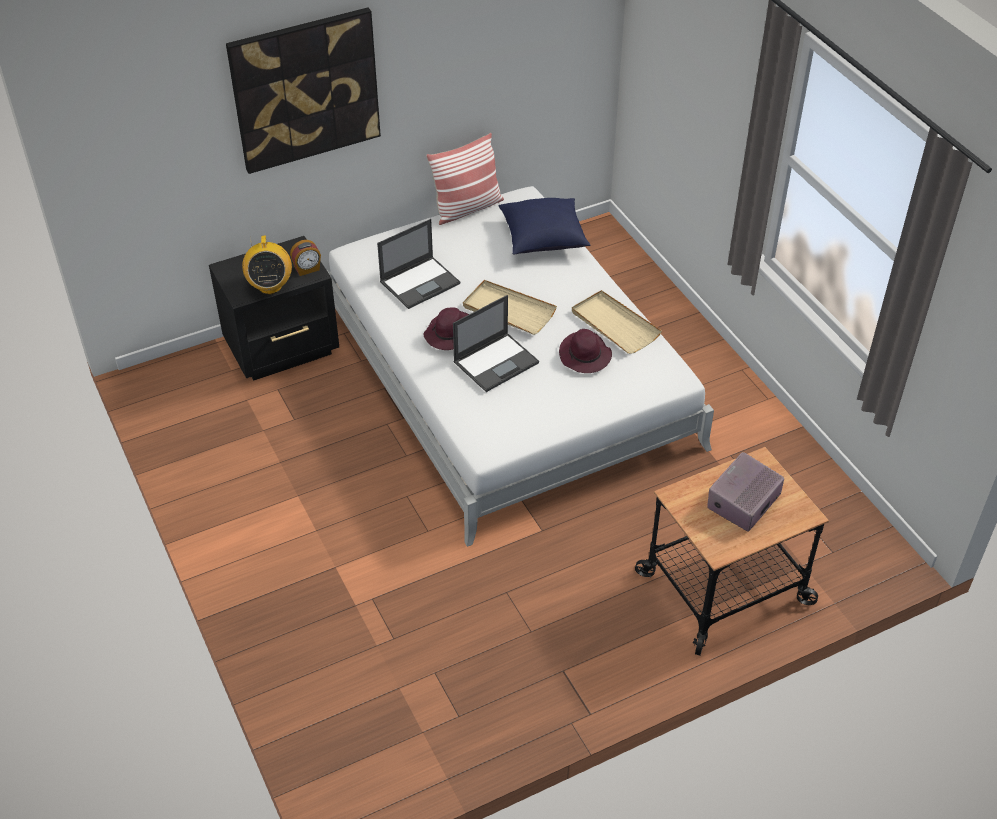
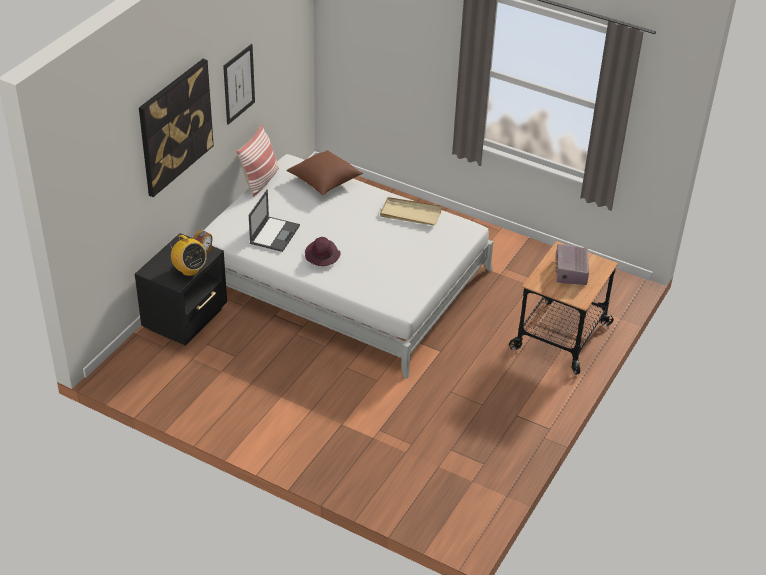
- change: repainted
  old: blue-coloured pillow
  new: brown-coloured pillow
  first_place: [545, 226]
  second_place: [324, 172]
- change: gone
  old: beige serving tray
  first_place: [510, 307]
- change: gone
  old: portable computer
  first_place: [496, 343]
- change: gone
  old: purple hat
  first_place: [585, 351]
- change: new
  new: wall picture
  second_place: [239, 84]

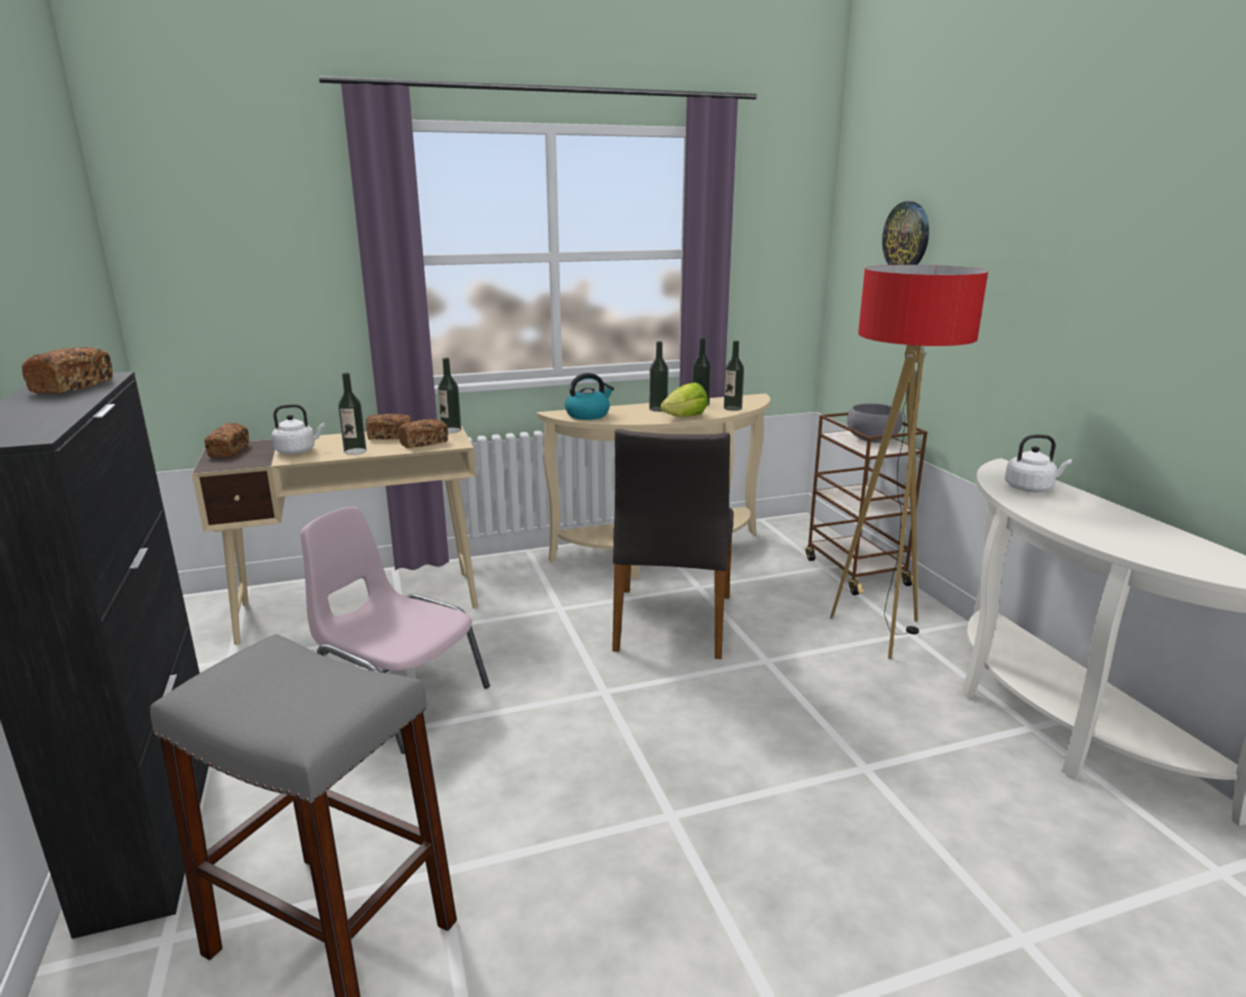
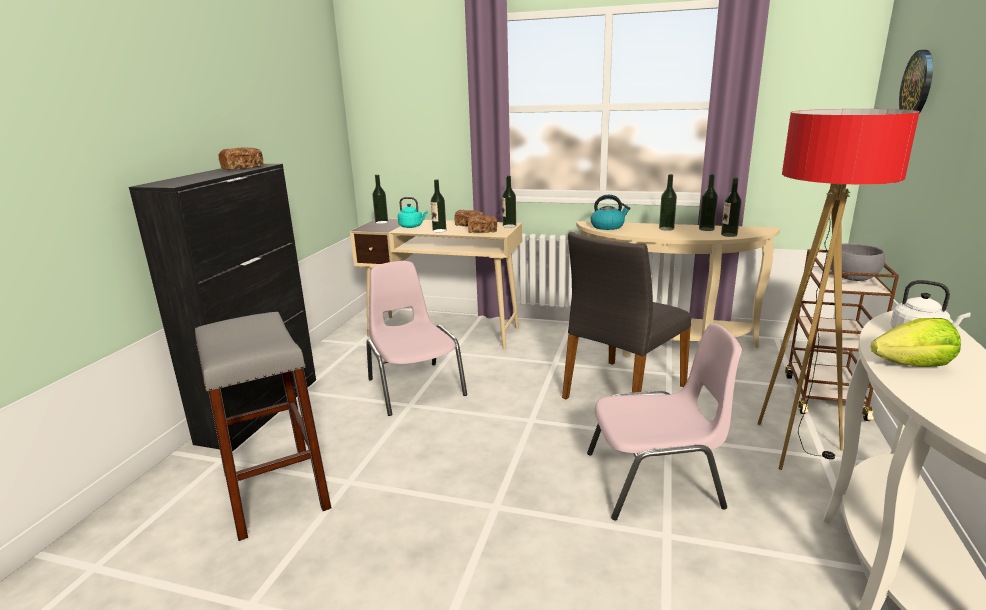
- change: shifted
  old: head of lettuce
  first_place: [684, 400]
  second_place: [916, 342]
- change: repainted
  old: white-coloured kettle
  new: turquoise kettle
  first_place: [298, 429]
  second_place: [413, 212]
- change: swapped
  old: bread
  new: bottle
  first_place: [226, 440]
  second_place: [380, 199]
- change: new
  new: pink chair
  second_place: [664, 422]

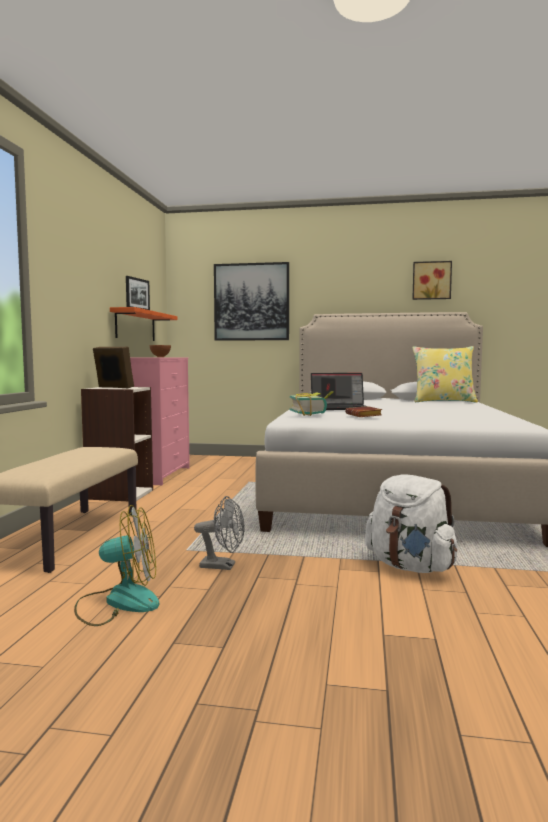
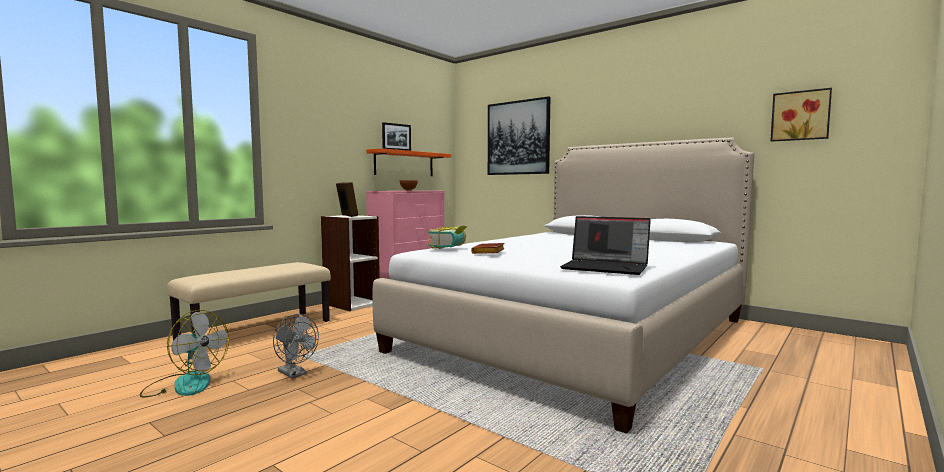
- change: shifted
  old: wall picture
  first_place: [432, 280]
  second_place: [801, 115]
- change: gone
  old: yellowish pillow
  first_place: [445, 374]
- change: shifted
  old: portable computer
  first_place: [338, 391]
  second_place: [605, 245]
- change: gone
  old: white-coloured backpack
  first_place: [411, 523]

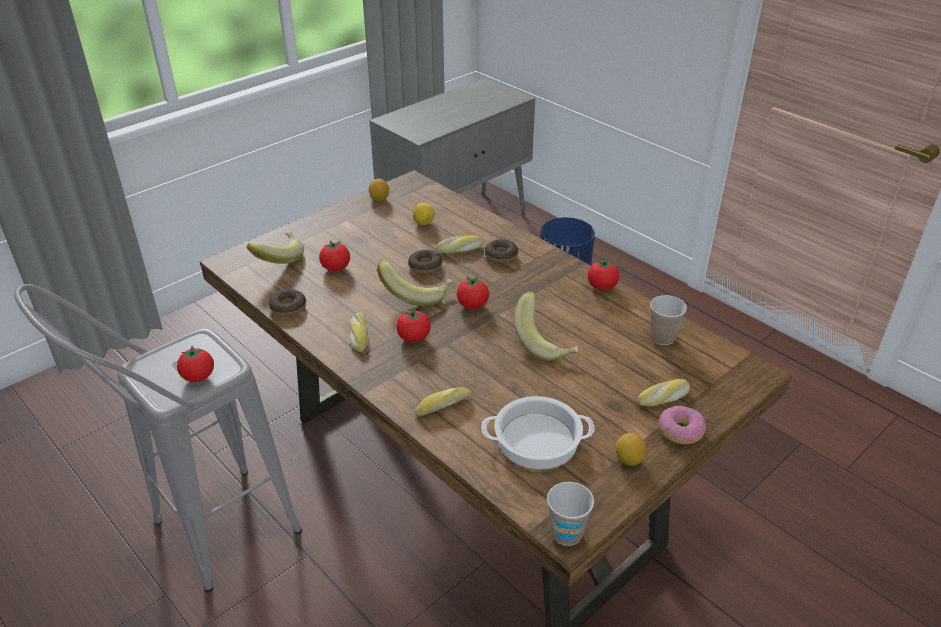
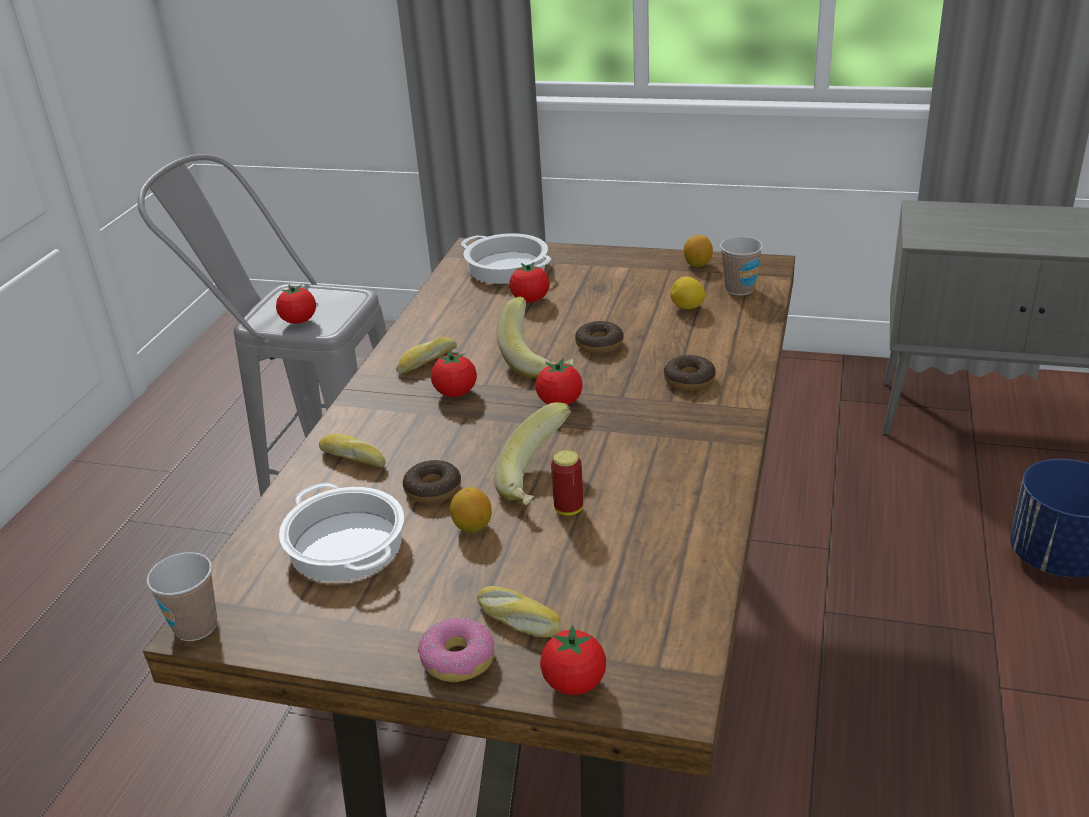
- change: swapped
  old: banana
  new: cooking pot
  first_place: [275, 248]
  second_place: [506, 258]
- change: gone
  old: bread
  first_place: [459, 244]
- change: shifted
  old: fresh tomato
  first_place: [604, 274]
  second_place: [573, 660]
- change: shifted
  old: donut
  first_place: [287, 303]
  second_place: [432, 482]
- change: shifted
  old: cup
  first_place: [668, 320]
  second_place: [741, 266]
- change: shifted
  old: whole lemon
  first_place: [631, 449]
  second_place: [471, 510]
- change: new
  new: metal can
  second_place: [567, 483]

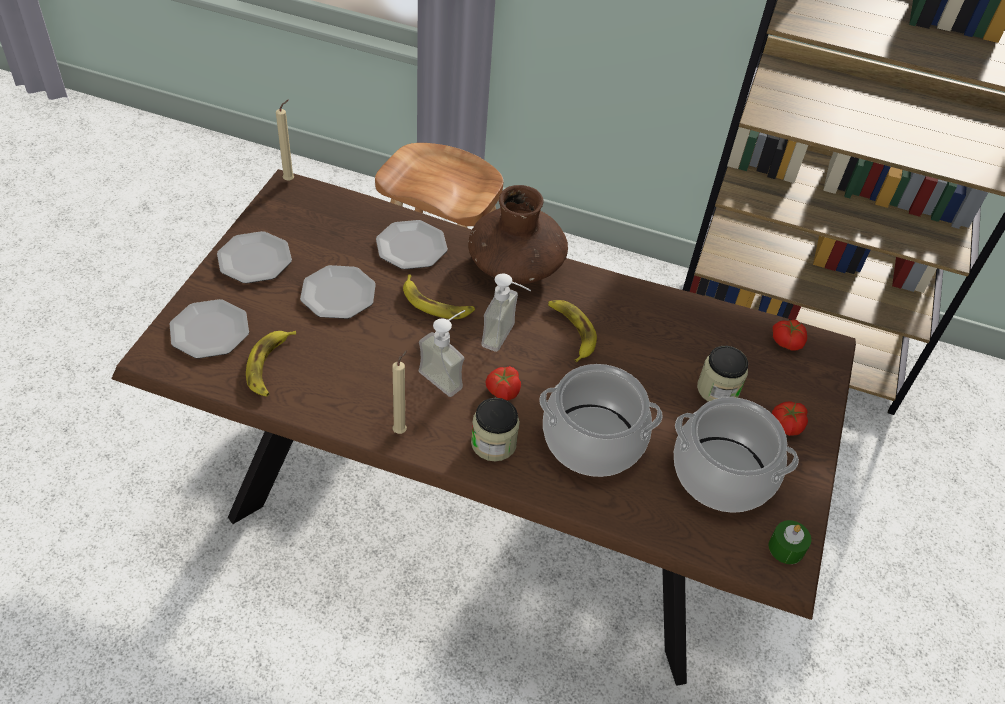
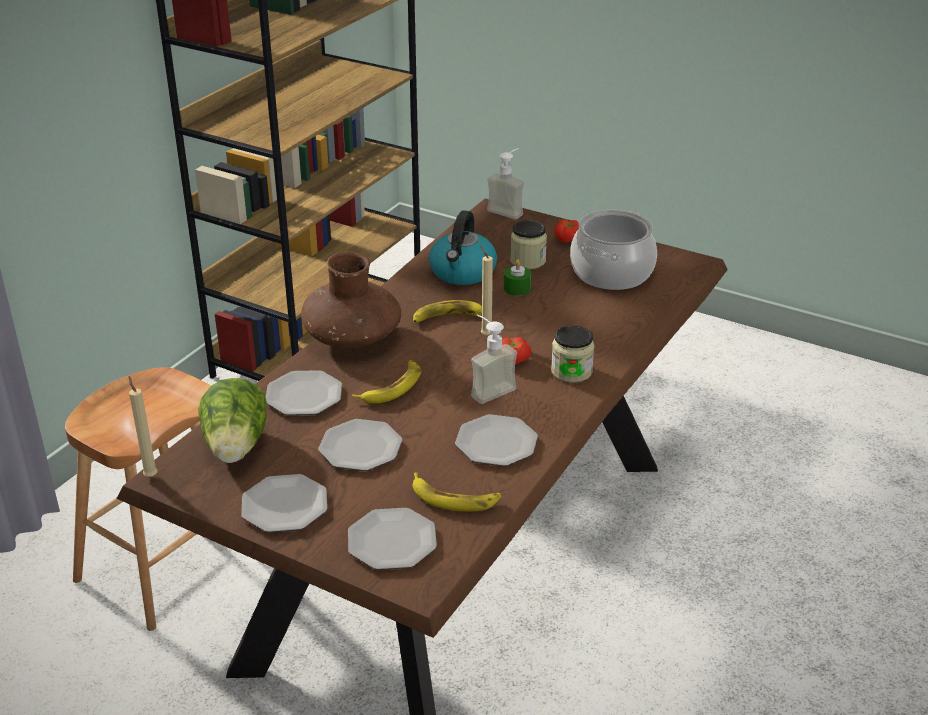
- change: shifted
  old: liquid soap bottle
  first_place: [506, 312]
  second_place: [505, 183]
- change: gone
  old: fresh tomato
  first_place: [790, 335]
- change: shifted
  old: beige wax light
  first_place: [400, 392]
  second_place: [486, 290]
- change: gone
  old: cooking pot
  first_place: [601, 420]
- change: shifted
  old: green-coloured wax light
  first_place: [790, 542]
  second_place: [518, 278]
- change: new
  new: kettle
  second_place: [463, 247]
- change: new
  new: head of lettuce
  second_place: [232, 420]
- change: new
  new: plate
  second_place: [496, 440]

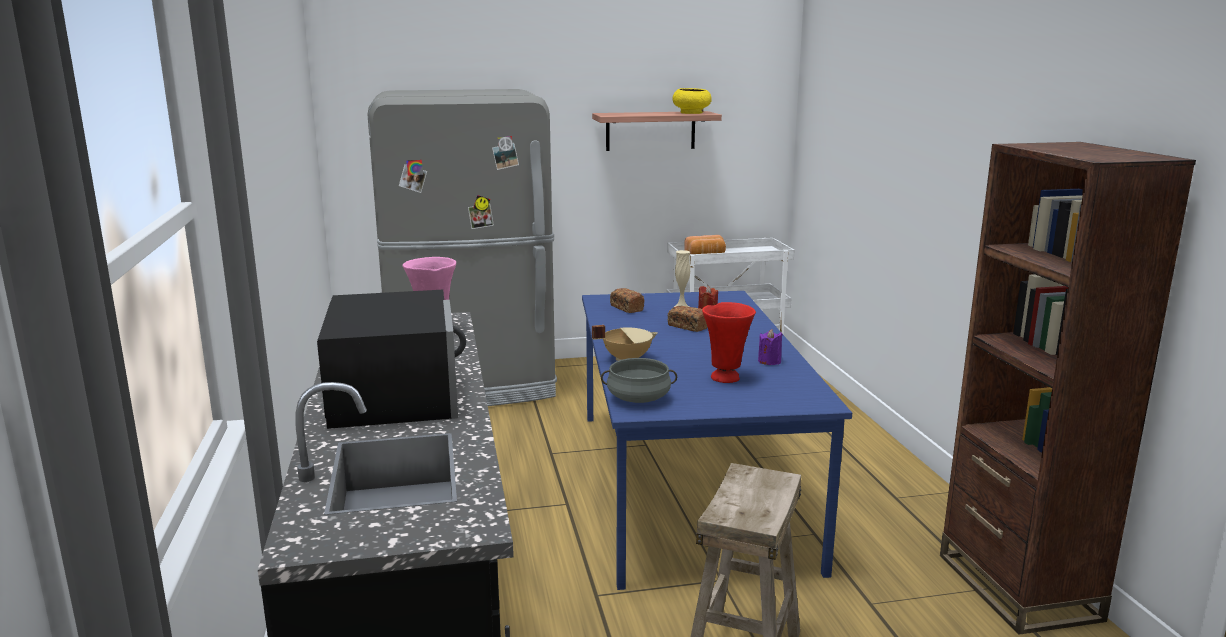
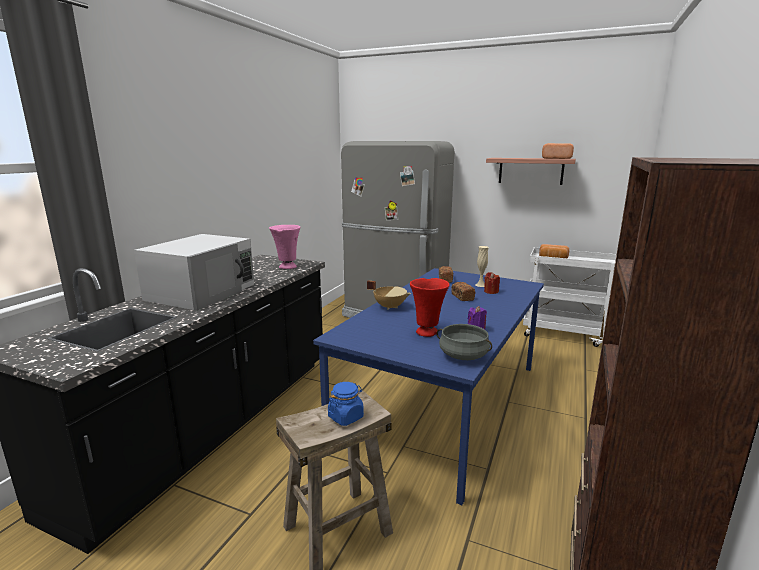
- change: swapped
  old: yellowish deep dish
  new: bread
  first_place: [692, 101]
  second_place: [558, 151]
- change: repainted
  old: blackish kitchen microwave
  new: white-coloured kitchen microwave
  first_place: [391, 359]
  second_place: [194, 272]
- change: shifted
  old: gray cooking pot
  first_place: [639, 380]
  second_place: [464, 342]
- change: new
  new: blue-coloured preserve jar
  second_place: [346, 404]

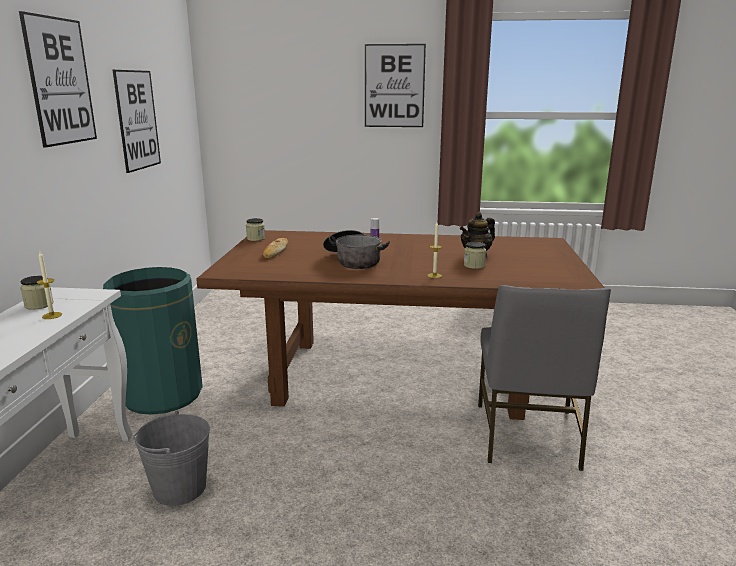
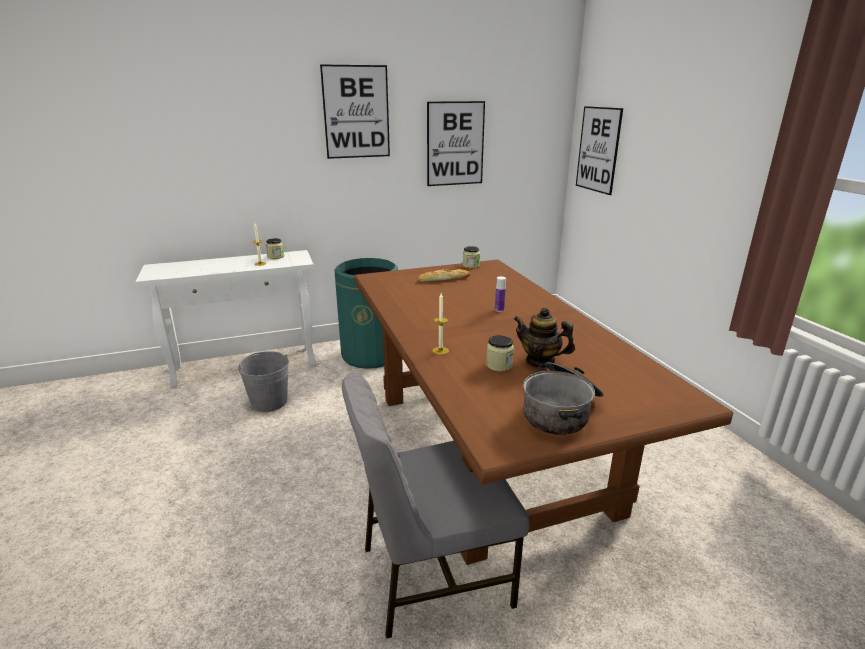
- change: shifted
  old: wall picture
  first_place: [395, 85]
  second_place: [599, 150]
- change: shifted
  old: cooking pot
  first_place: [356, 249]
  second_place: [563, 398]

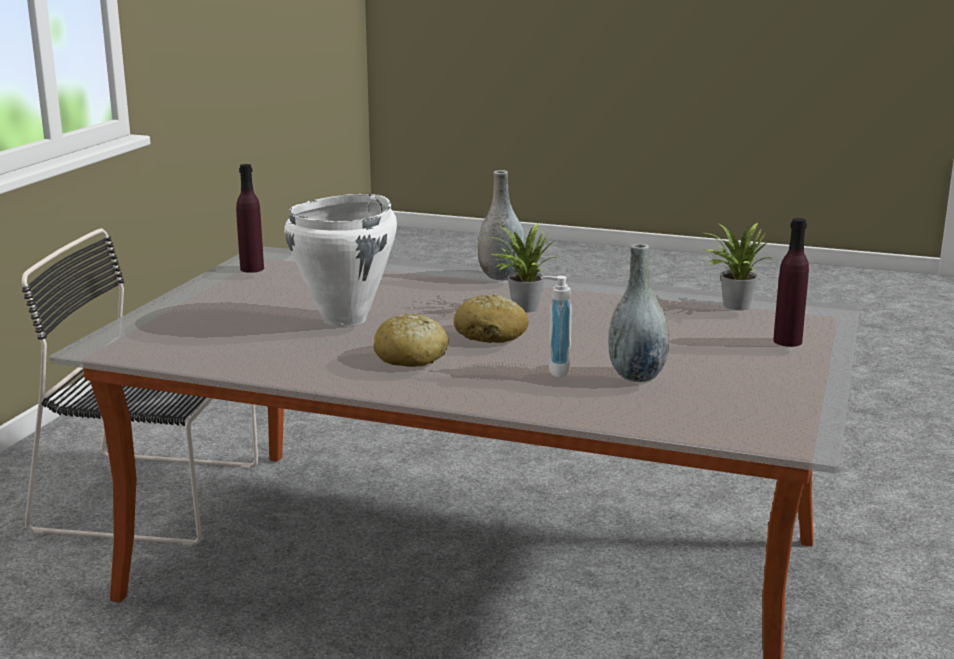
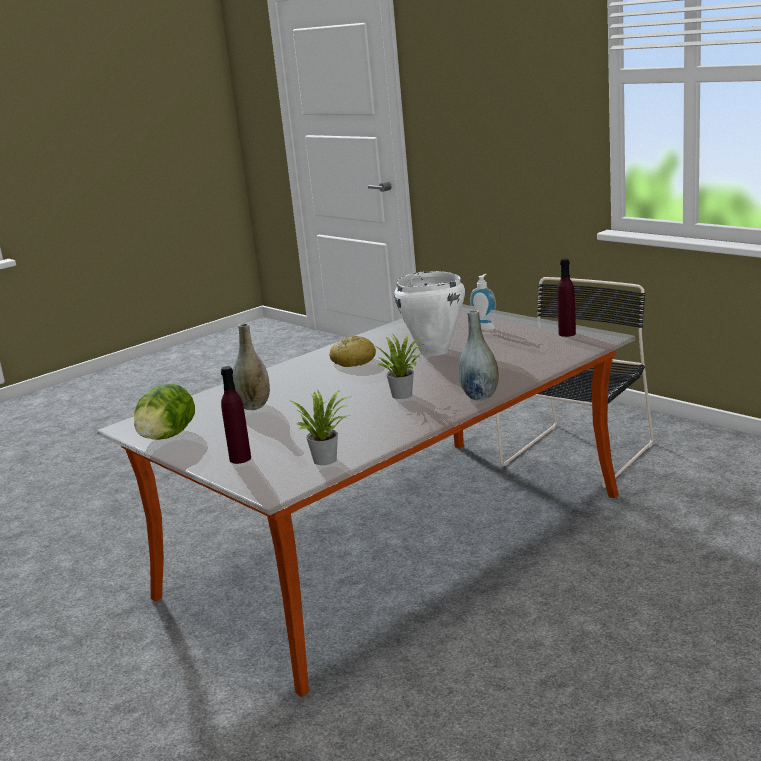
- change: shifted
  old: liquid soap bottle
  first_place: [556, 327]
  second_place: [483, 302]
- change: gone
  old: bread
  first_place: [491, 318]
- change: new
  new: head of lettuce
  second_place: [164, 412]

